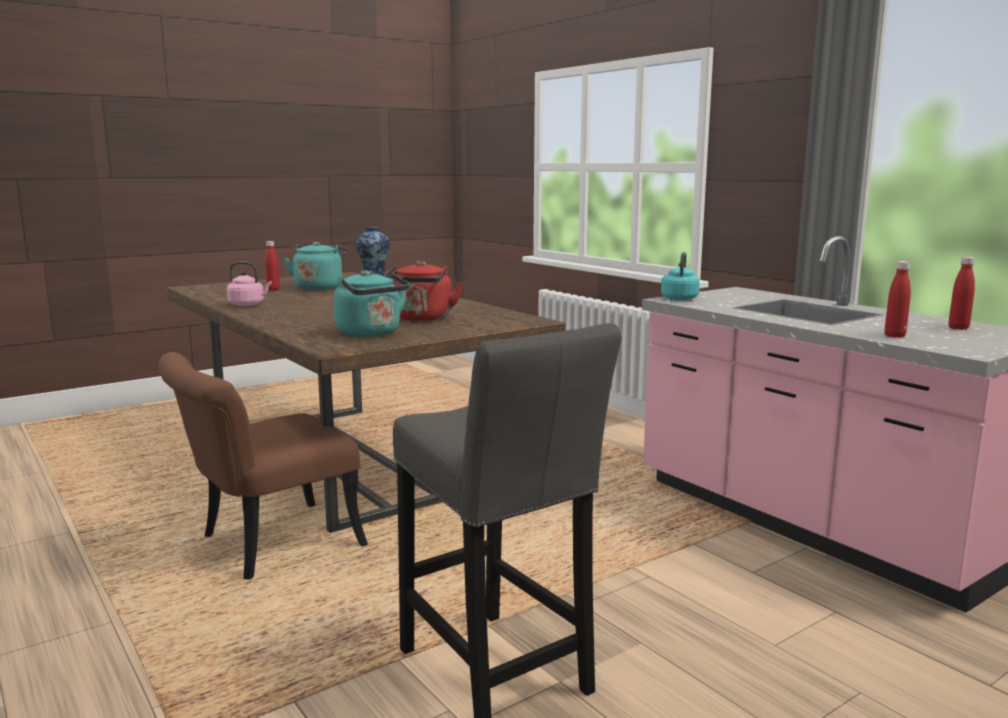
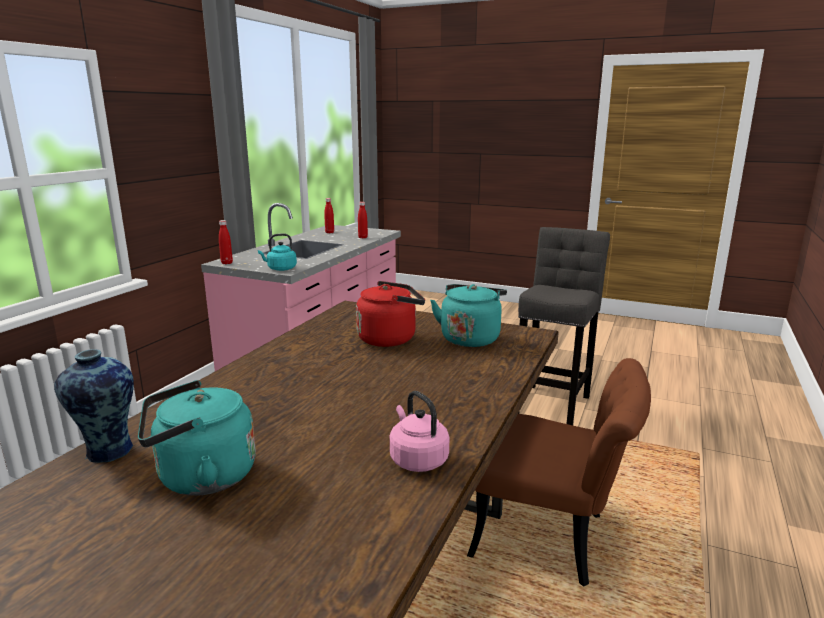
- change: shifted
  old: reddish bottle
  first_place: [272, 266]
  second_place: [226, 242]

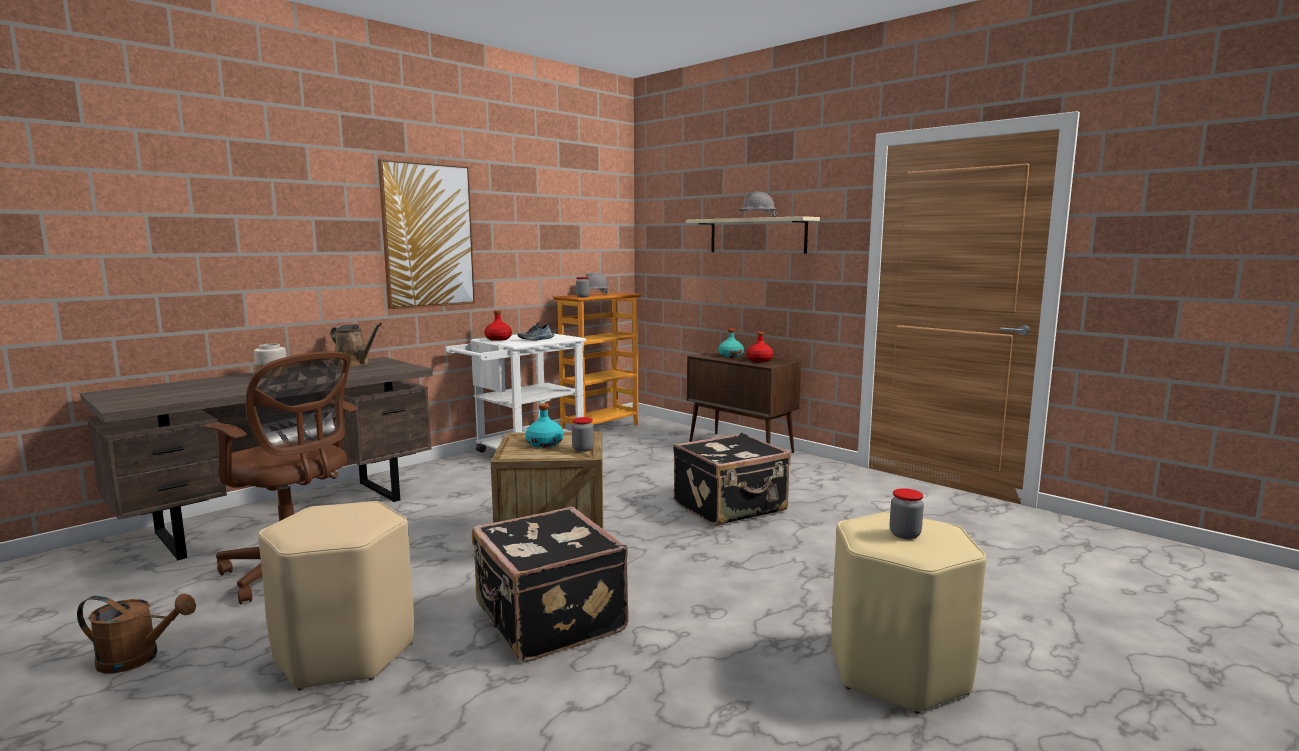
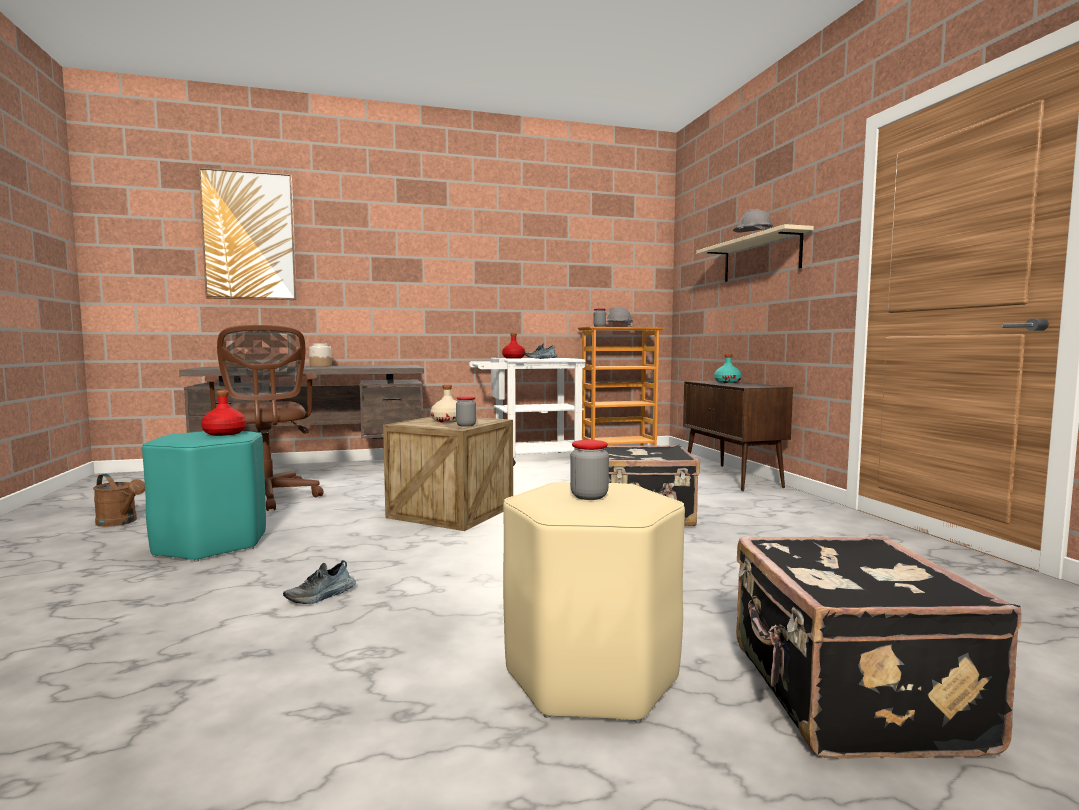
- change: shifted
  old: wall picture
  first_place: [426, 234]
  second_place: [248, 233]
- change: gone
  old: brown-coloured watering can
  first_place: [356, 345]
- change: shifted
  old: reddish bottle
  first_place: [760, 347]
  second_place: [224, 413]
- change: repainted
  old: turquoise bottle
  new: beige bottle
  first_place: [544, 425]
  second_place: [443, 403]
- change: repainted
  old: beige stool
  new: turquoise stool
  first_place: [336, 596]
  second_place: [204, 496]
- change: shifted
  old: blackish travel case
  first_place: [550, 584]
  second_place: [879, 647]
- change: new
  new: low shoe
  second_place: [319, 582]

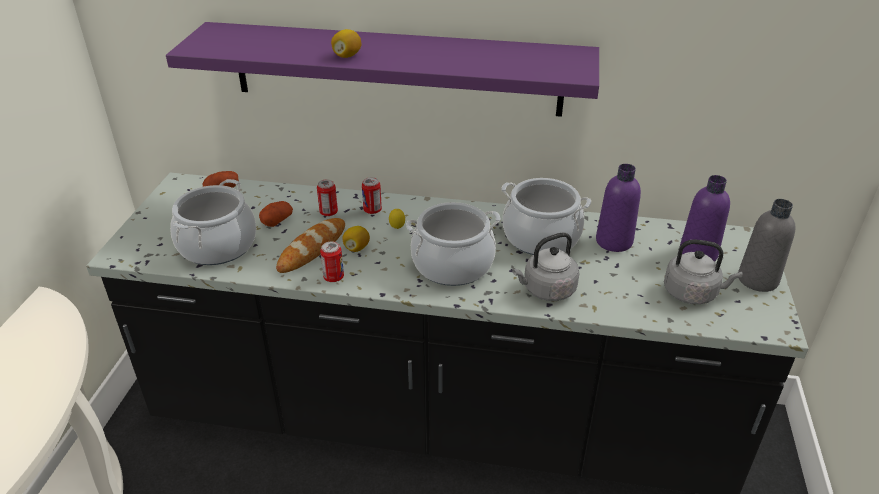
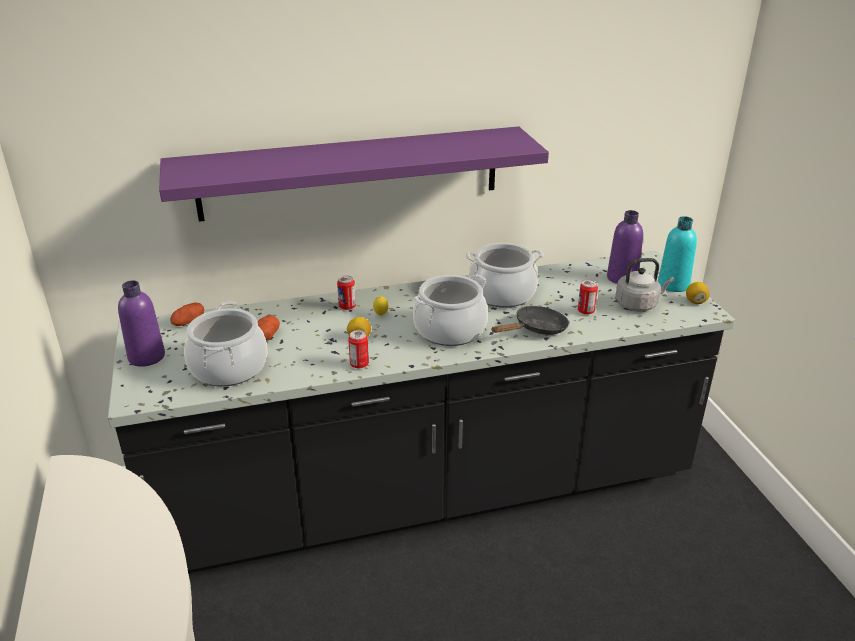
- change: shifted
  old: whole lemon
  first_place: [346, 43]
  second_place: [698, 293]
- change: shifted
  old: purple bottle
  first_place: [618, 208]
  second_place: [141, 324]
- change: shifted
  old: metal can
  first_place: [327, 197]
  second_place: [588, 297]
- change: repainted
  old: gray bottle
  new: turquoise bottle
  first_place: [767, 245]
  second_place: [677, 254]
- change: gone
  old: bread
  first_place: [310, 245]
- change: swapped
  old: gray kettle
  new: blackish skillet
  first_place: [545, 267]
  second_place: [530, 320]

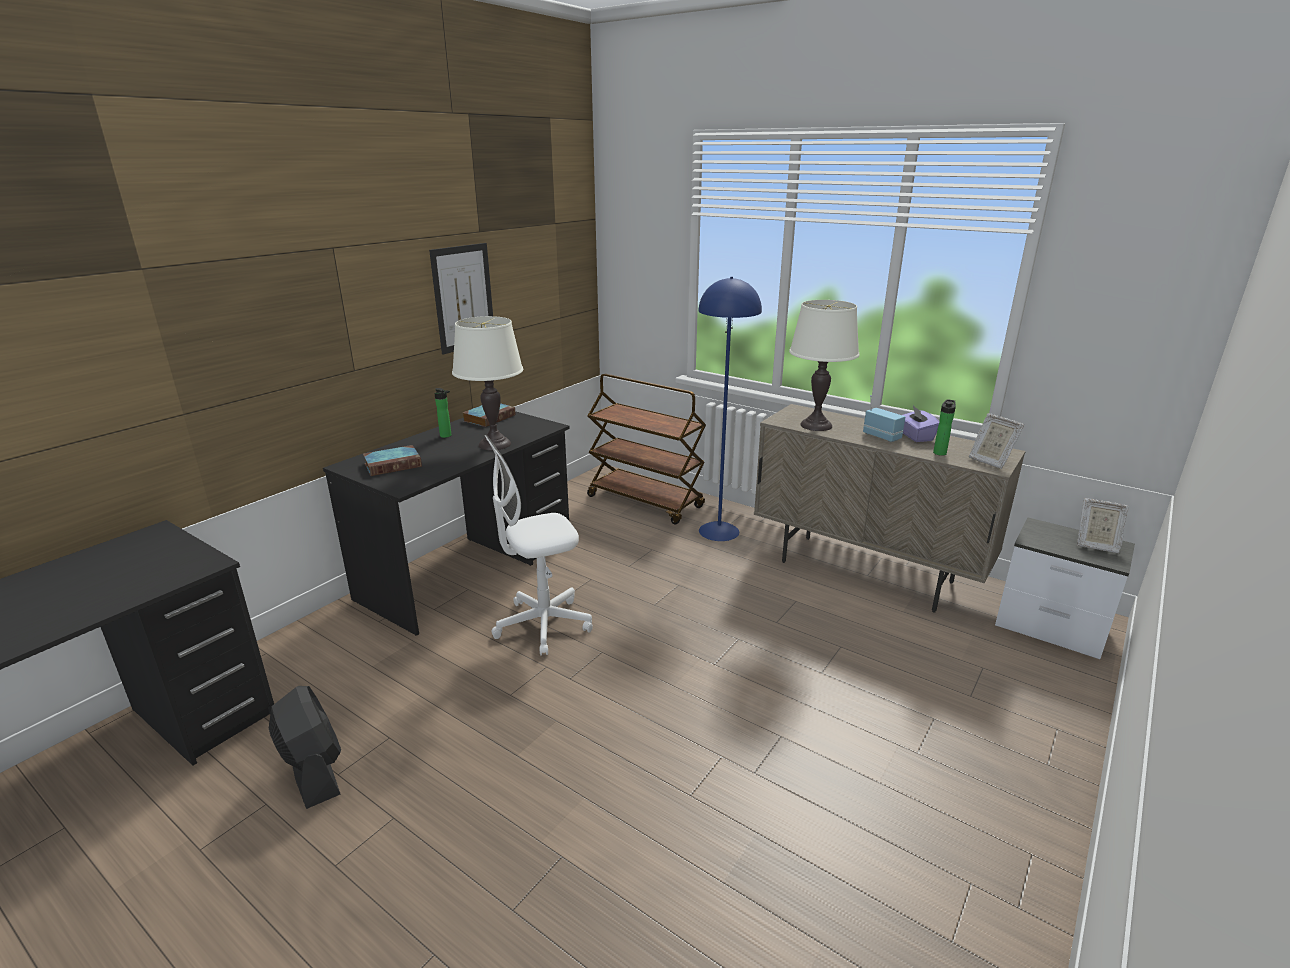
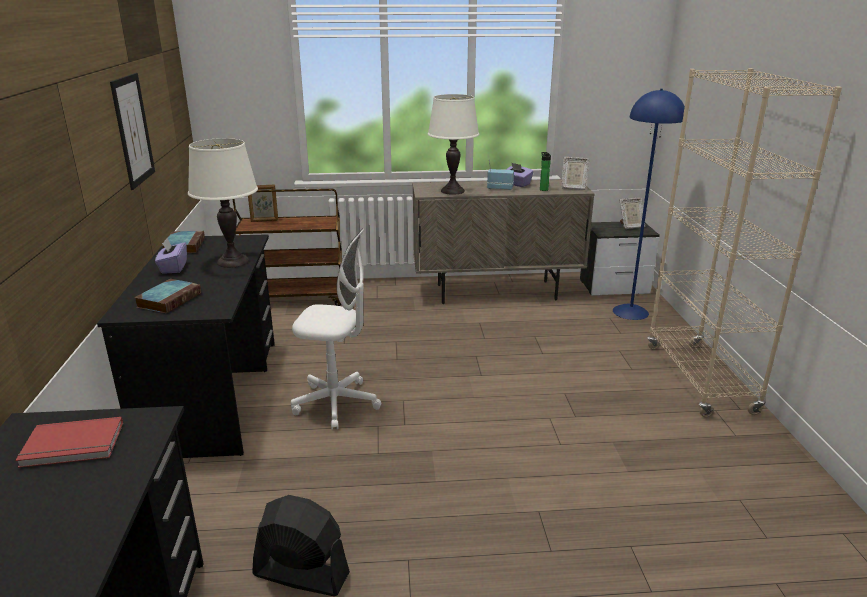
- change: shifted
  old: blue-coloured standing lamp
  first_place: [730, 409]
  second_place: [649, 204]
- change: swapped
  old: bottle
  new: purple tissue box
  first_place: [443, 413]
  second_place: [171, 256]
- change: rotated
  old: white-coloured office chair
  first_place: [539, 545]
  second_place: [336, 329]
  degrees: -105
- change: new
  new: beige shelving unit
  second_place: [744, 242]
- change: new
  new: photo frame
  second_place: [263, 203]
- change: new
  new: reddish bound book
  second_place: [69, 442]

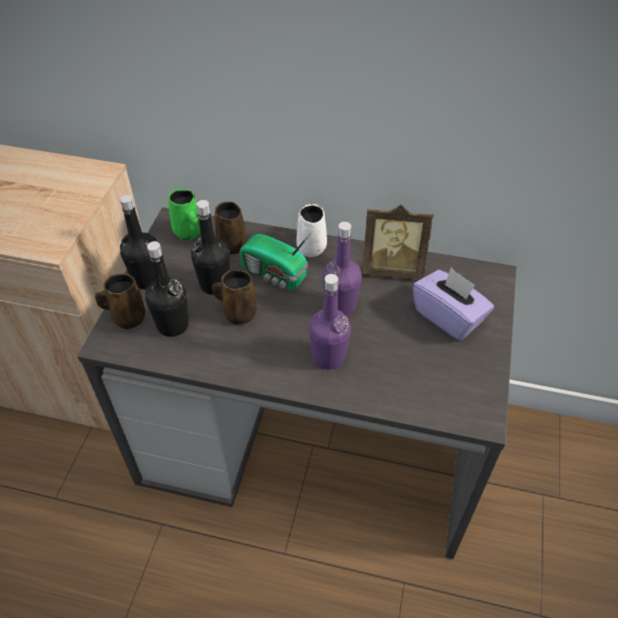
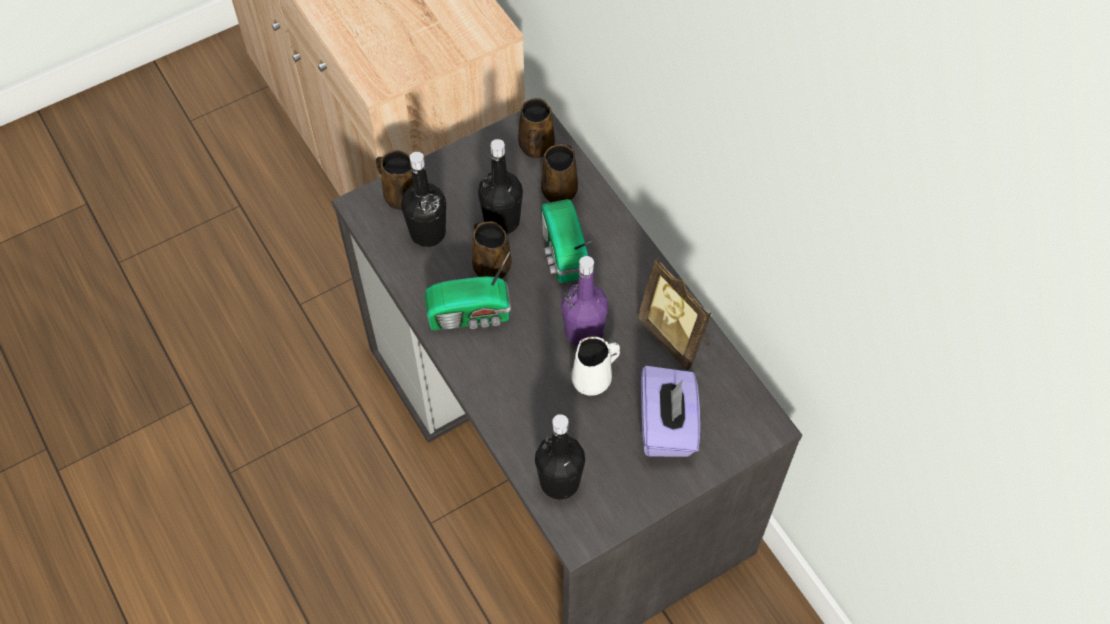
- change: repainted
  old: green-coloured mug
  new: brown-coloured mug
  first_place: [184, 214]
  second_place: [536, 128]
- change: shifted
  old: blackish bottle
  first_place: [138, 242]
  second_place: [560, 457]
- change: shifted
  old: white-coloured mug
  first_place: [311, 230]
  second_place: [595, 366]
- change: gone
  old: purple bottle
  first_place: [330, 322]
- change: new
  new: radio set
  second_place: [468, 290]

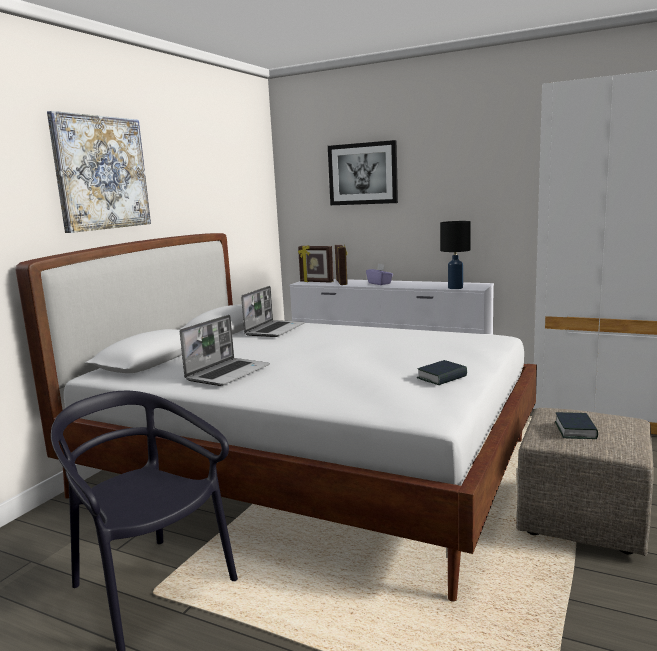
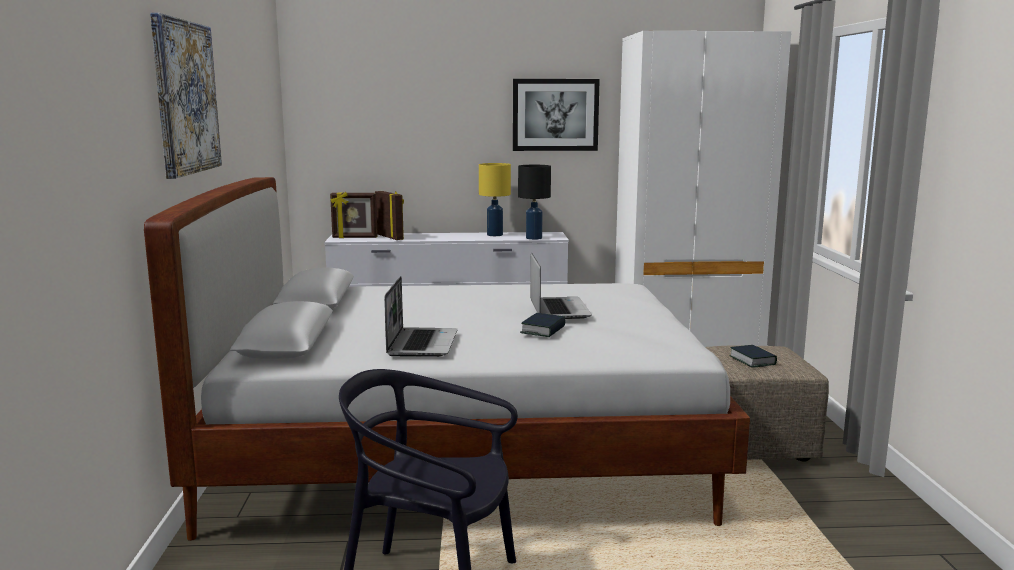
- change: shifted
  old: wall picture
  first_place: [363, 172]
  second_place: [556, 115]
- change: gone
  old: purple tissue box
  first_place: [379, 274]
- change: shifted
  old: portable computer
  first_place: [273, 311]
  second_place: [561, 285]
- change: shifted
  old: bound book
  first_place: [442, 372]
  second_place: [543, 325]
- change: new
  new: yellowish lamp for a table
  second_place: [495, 199]

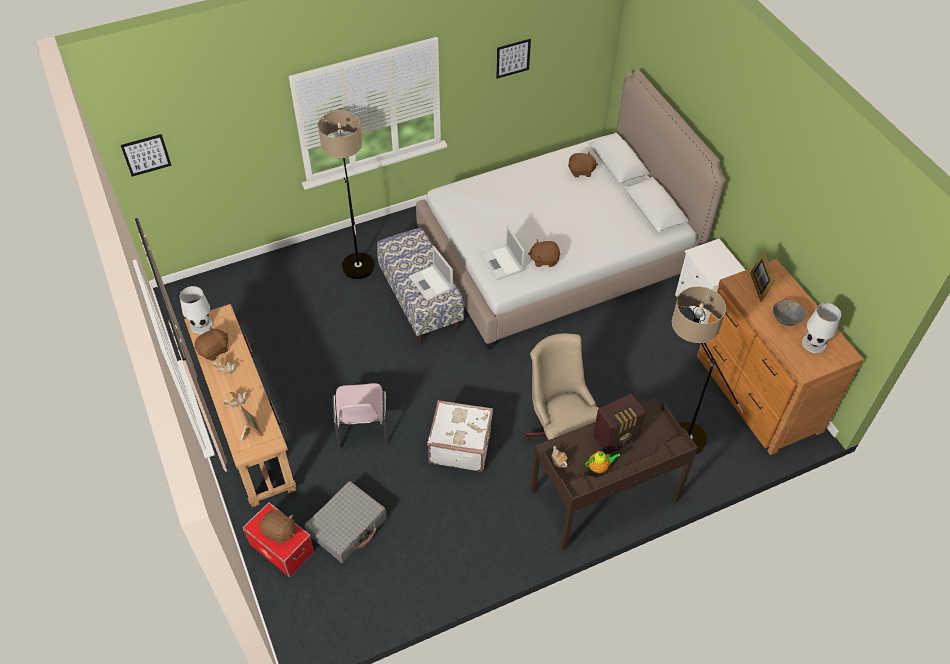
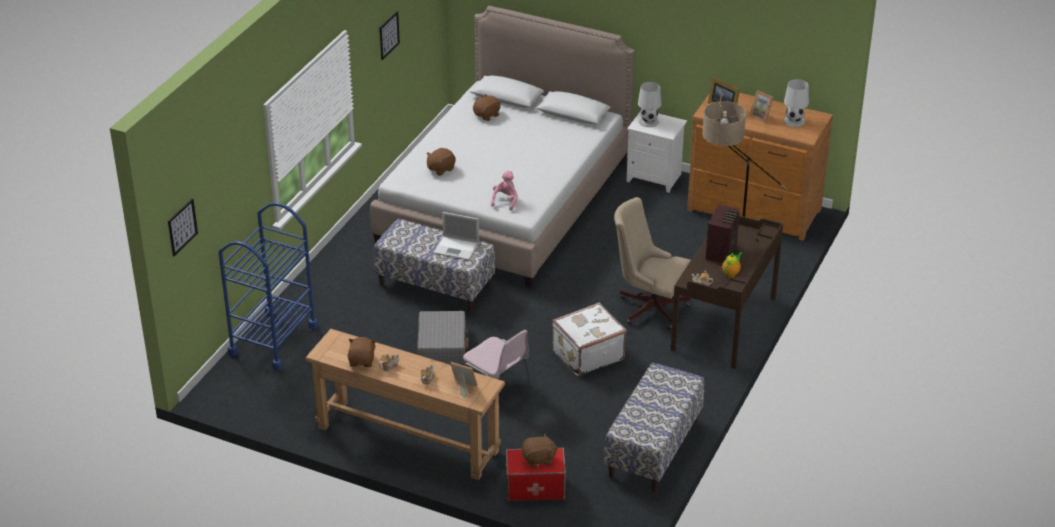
- change: gone
  old: standing lamp
  first_place: [346, 194]
- change: swapped
  old: portable computer
  new: pink soft toy
  first_place: [502, 253]
  second_place: [504, 191]
- change: shifted
  old: brown-coloured soft toy
  first_place: [544, 253]
  second_place: [441, 162]
- change: shifted
  old: white-coloured lamp for a table
  first_place: [196, 310]
  second_place: [649, 104]
- change: swapped
  old: gray deep dish
  new: photo frame
  first_place: [789, 313]
  second_place: [761, 106]
- change: shifted
  old: gray travel case
  first_place: [346, 522]
  second_place: [443, 337]
- change: new
  new: blue-coloured cart
  second_place: [268, 286]
- change: new
  new: long seat
  second_place: [654, 427]

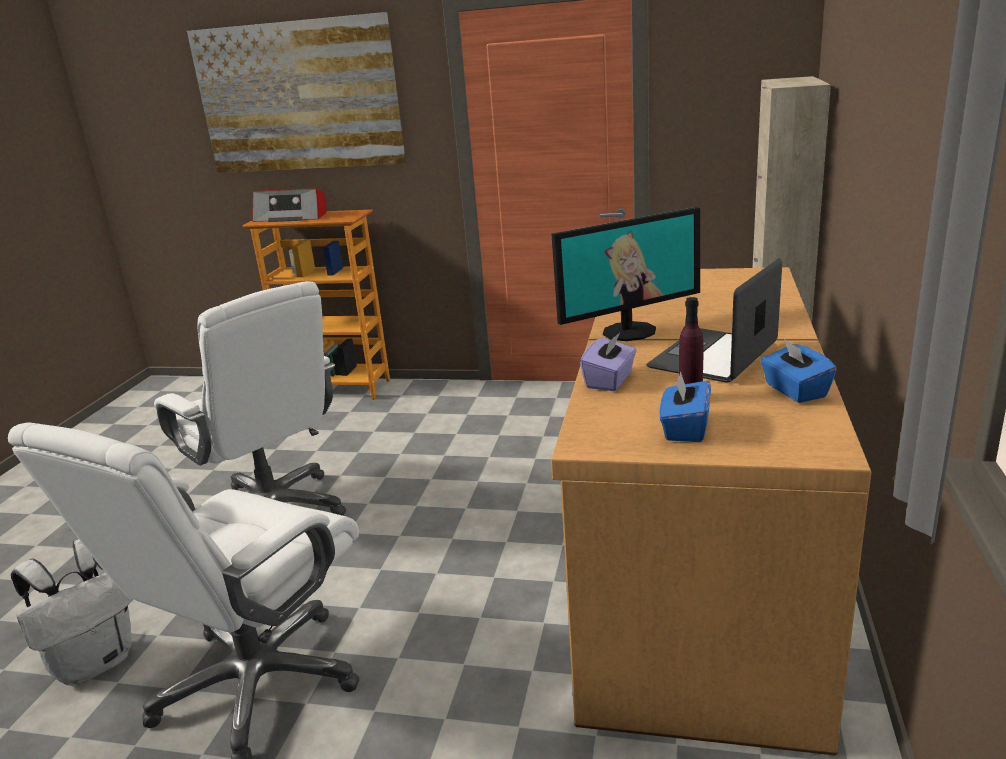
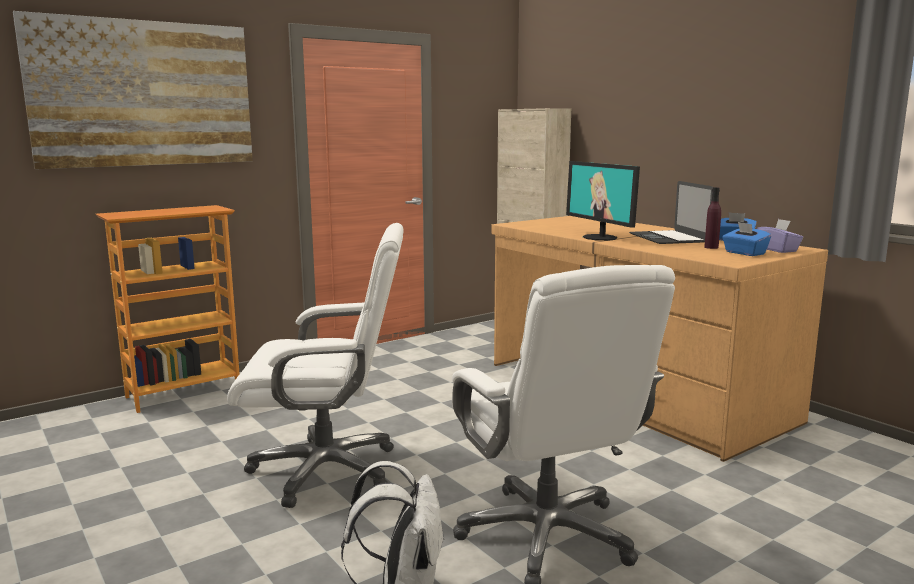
- change: gone
  old: radio set
  first_place: [289, 205]
- change: rotated
  old: computer screen
  first_place: [625, 274]
  second_place: [603, 201]
  degrees: 135
- change: shifted
  old: purple tissue box
  first_place: [608, 361]
  second_place: [780, 236]

